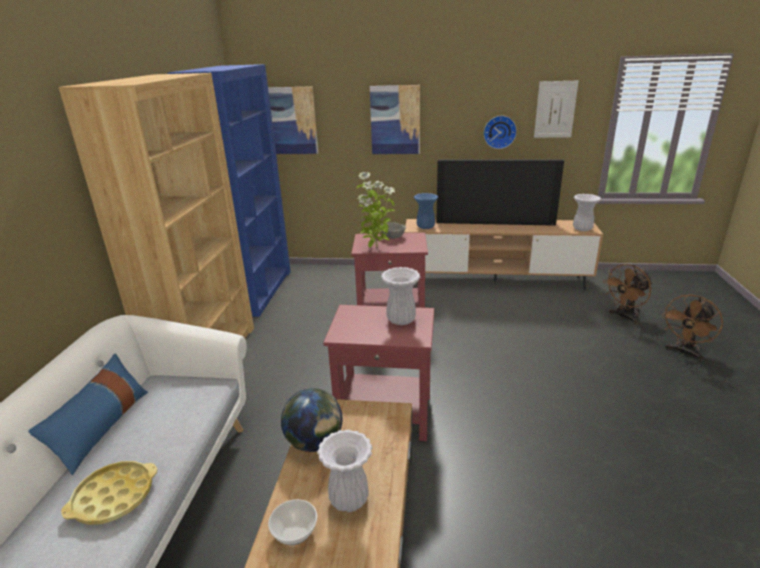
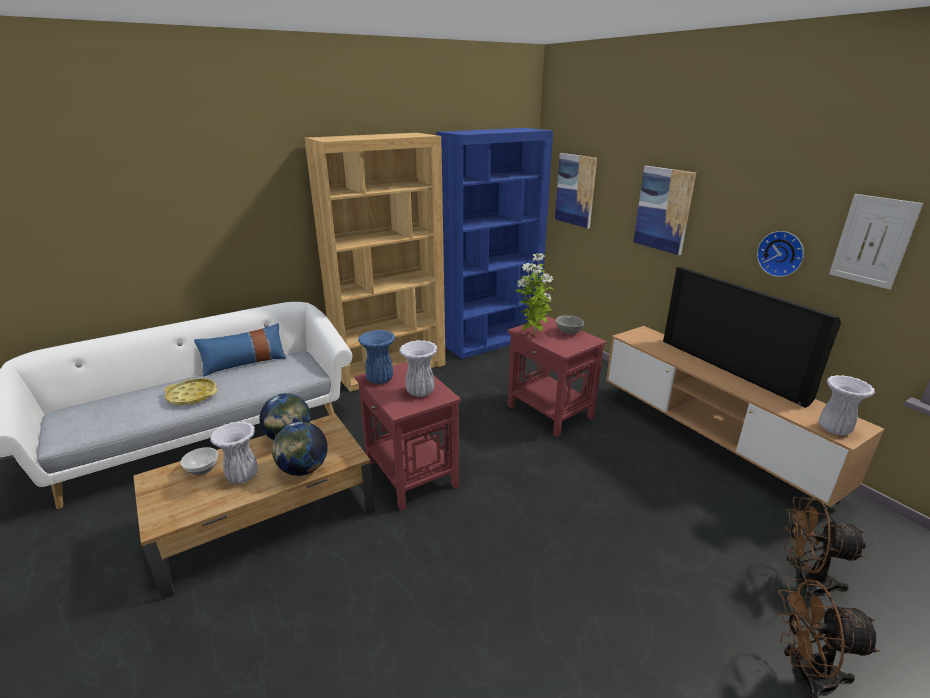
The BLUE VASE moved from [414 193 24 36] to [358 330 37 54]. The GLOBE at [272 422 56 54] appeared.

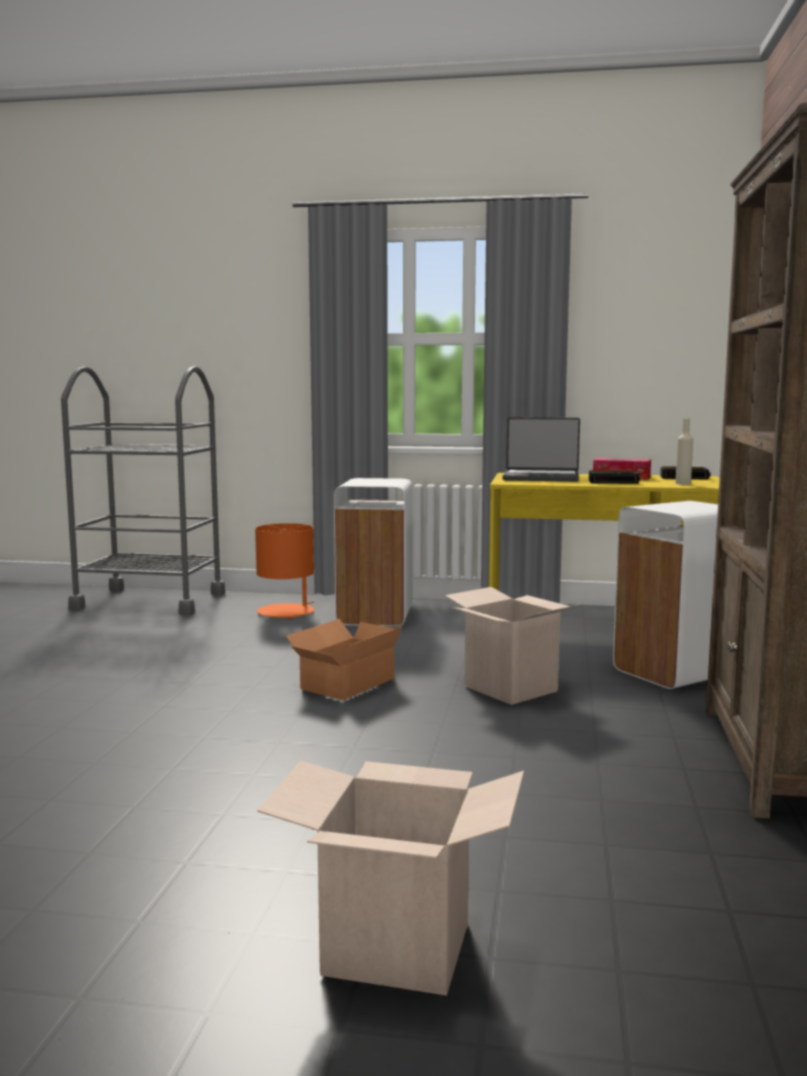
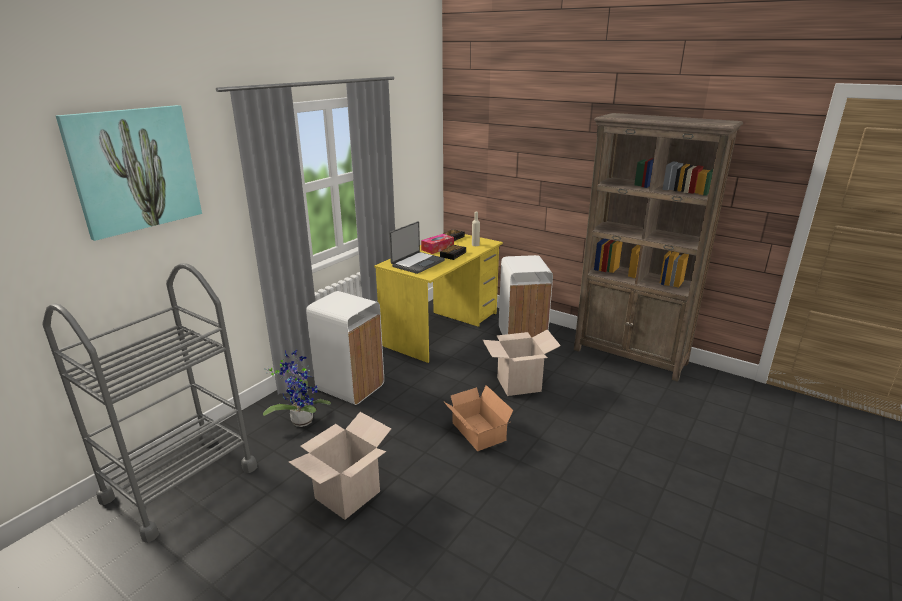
The ORANGE TABLE LAMP at [255 523 59 96] was replaced by the POTTED PLANT at [263 349 68 78]. The CARDBOARD BOX moved from [257 760 267 236] to [289 412 102 108]. The PICTURE at [56 105 146 136] appeared.

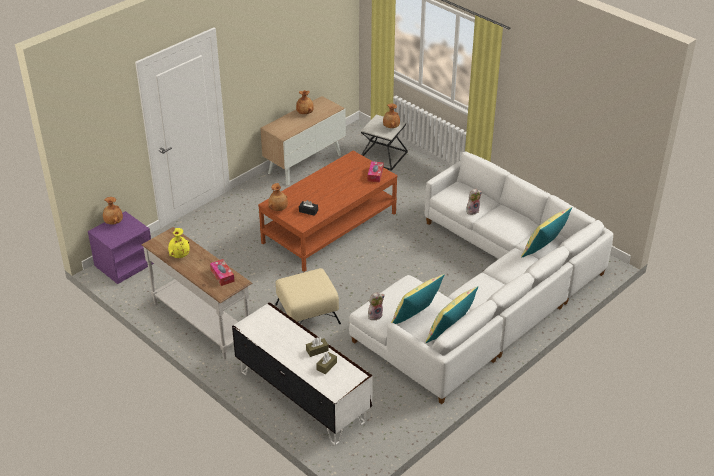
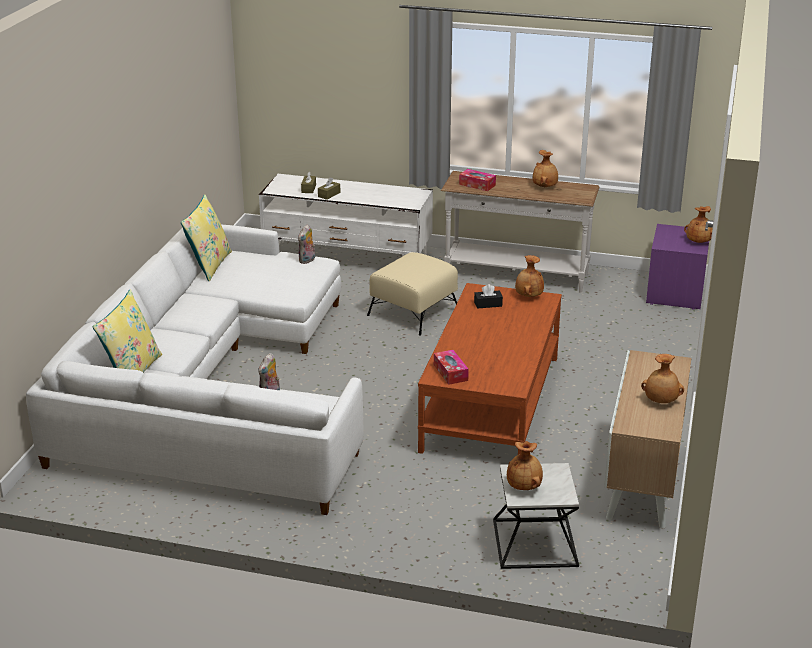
The YELLOW VASE at [168 228 22 30] became the BROWN VASE at [533 150 25 37]. The YELLOW PILLOW at [391 274 53 50] disappeared.

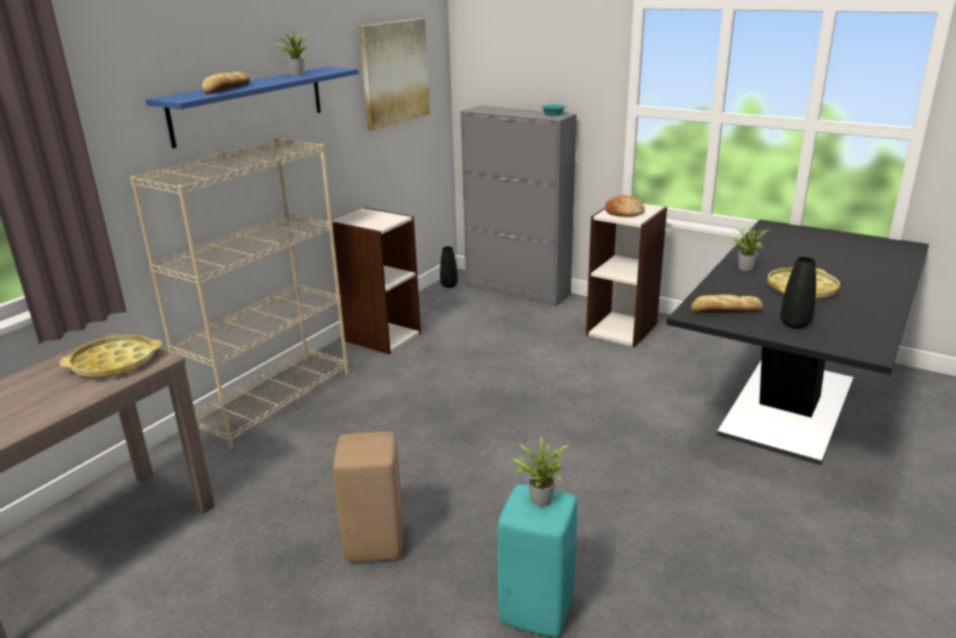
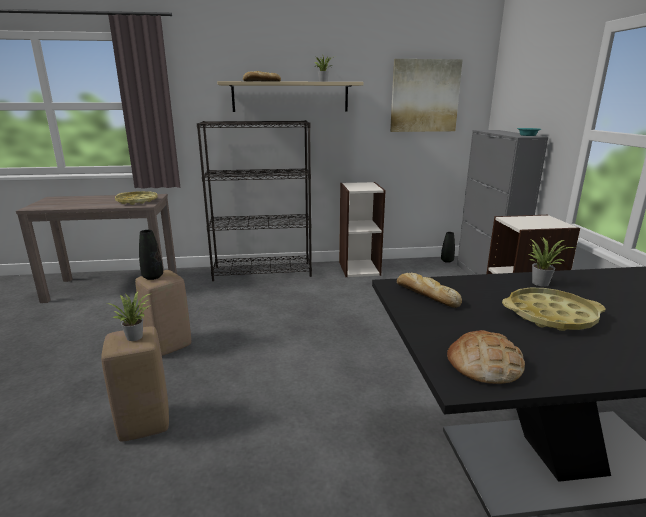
The BEIGE BOOKCASE at [130 138 219 311] became the BLACK BOOKCASE at [197 120 115 161]. The BLUE SHELF at [146 67 213 81] became the BEIGE SHELF at [217 81 147 31]. The TURQUOISE STOOL at [497 484 80 153] became the BEIGE STOOL at [101 327 68 114]. The BREAD moved from [605 195 40 22] to [447 330 78 54]. The BLACK VASE moved from [780 257 36 72] to [139 230 24 50].

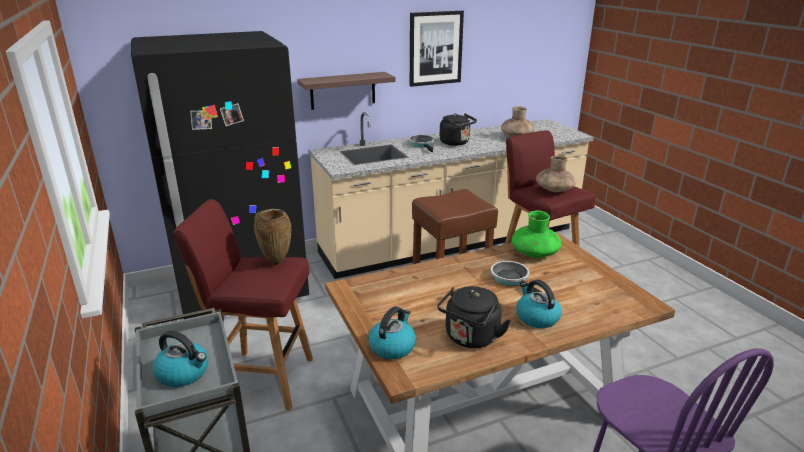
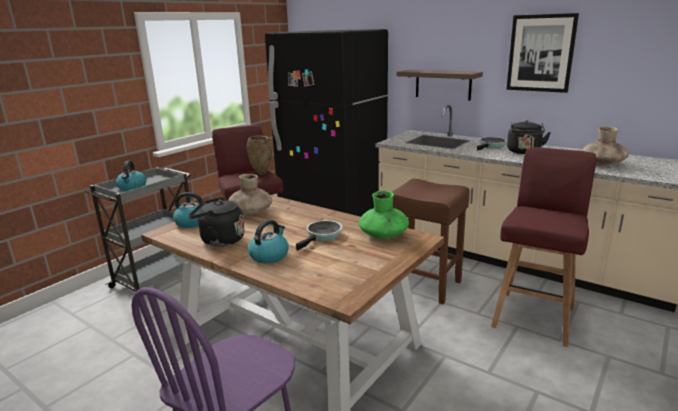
The BROWN VASE moved from [536 156 40 36] to [228 174 44 41].

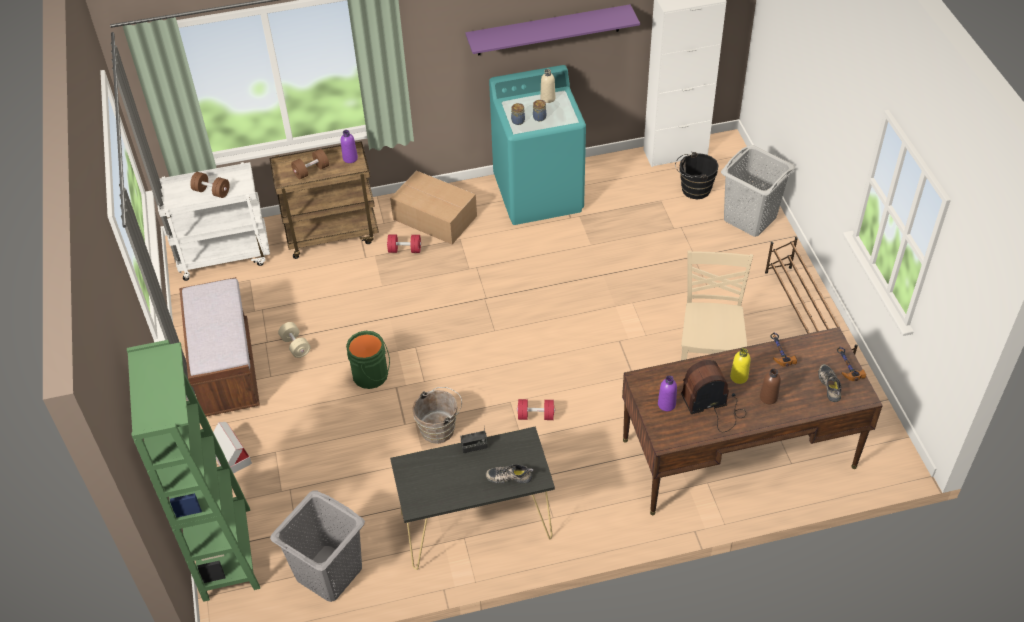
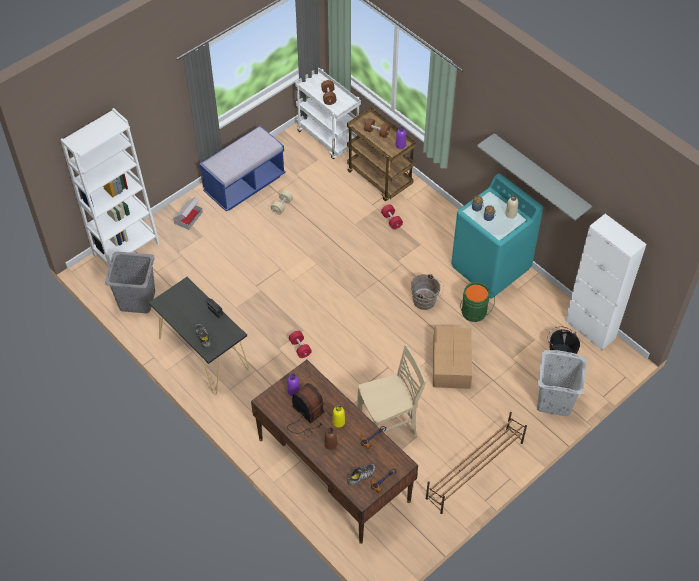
The GREEN BOOKCASE at [127 340 133 262] became the WHITE BOOKCASE at [60 108 100 158]. The BROWN BENCH at [179 277 81 140] became the BLUE BENCH at [199 126 87 86]. The GREEN BUCKET moved from [346 331 44 58] to [460 282 35 40]. The CARDBOARD BOX moved from [390 170 87 74] to [433 326 39 63]. The BROWN BUCKET moved from [412 387 50 57] to [411 274 33 36]. The PURPLE SHELF at [465 4 175 52] became the GREY SHELF at [477 133 115 88].

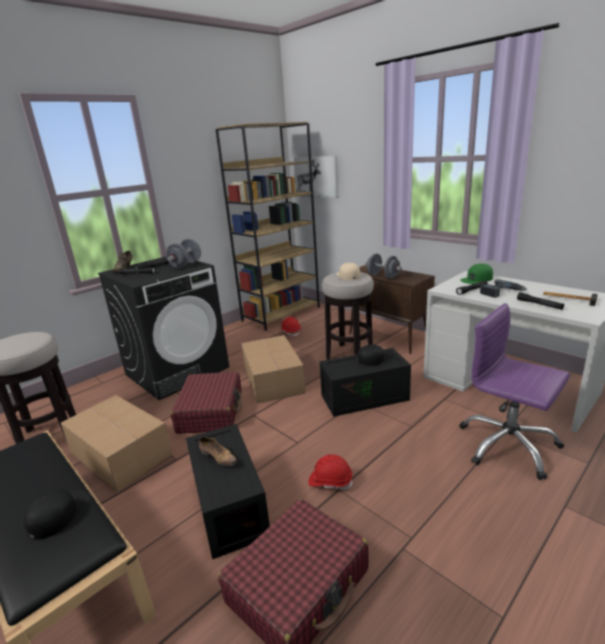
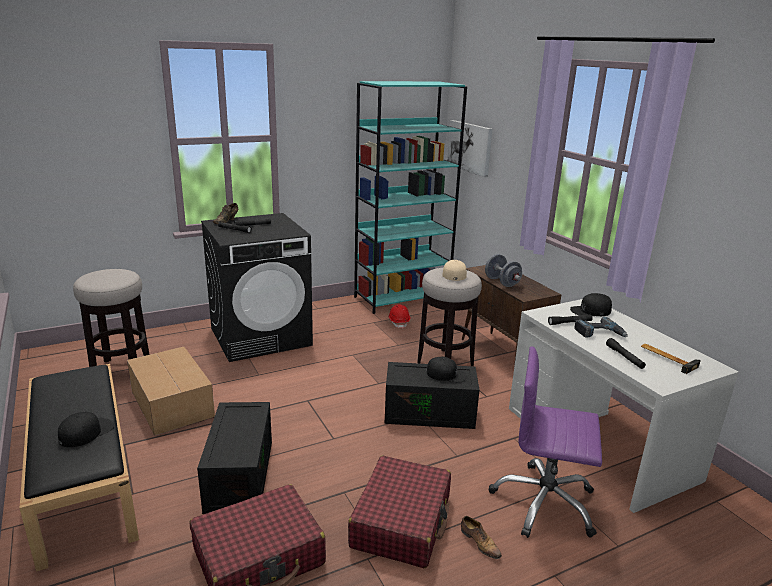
The GREY DUMBBELL at [166 239 35 29] disappeared. The RED SUITCASE moved from [171 371 71 63] to [348 456 103 112]. The SHOE moved from [199 437 39 29] to [461 516 41 43]. The BROWN BOOKCASE at [215 122 105 209] became the TURQUOISE BOOKCASE at [354 81 113 233]. The CARDBOARD BOX at [241 335 65 69] disappeared. The RED HARD HAT at [308 454 45 36] disappeared. The PURPLE OFFICE CHAIR at [459 303 111 177] turned 45 degrees counterclockwise. The GREEN CAP at [460 264 33 20] became the BLACK CAP at [570 293 42 23].

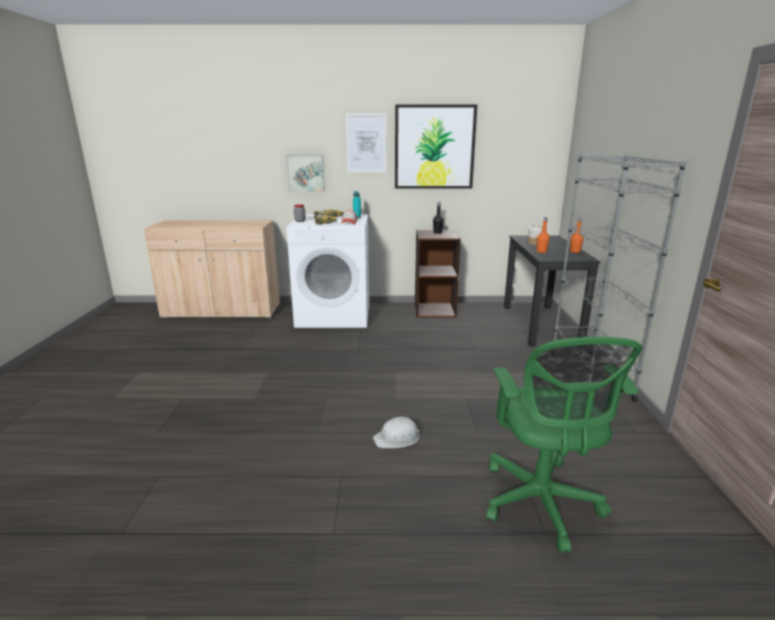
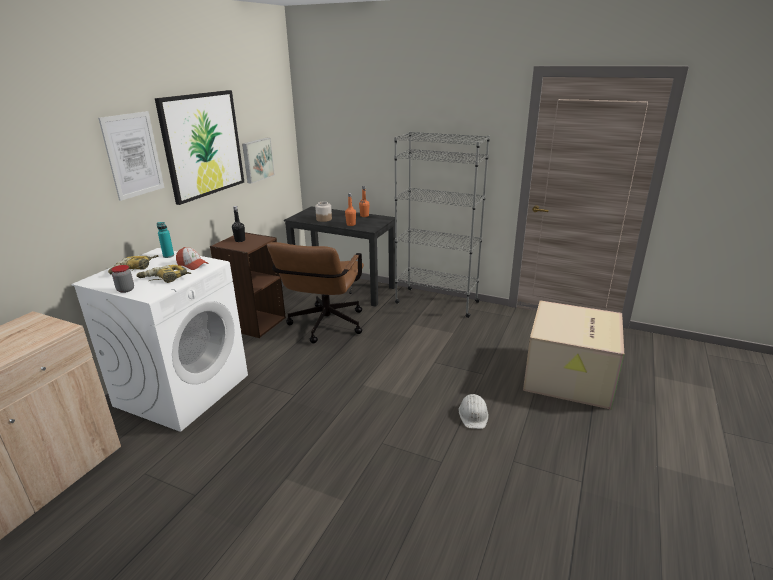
The PICTURE moved from [286 155 39 37] to [242 138 33 46]. The GREEN OFFICE CHAIR at [486 337 157 216] was replaced by the CARDBOARD BOX at [523 301 101 109]. The BROWN OFFICE CHAIR at [267 242 97 101] appeared.

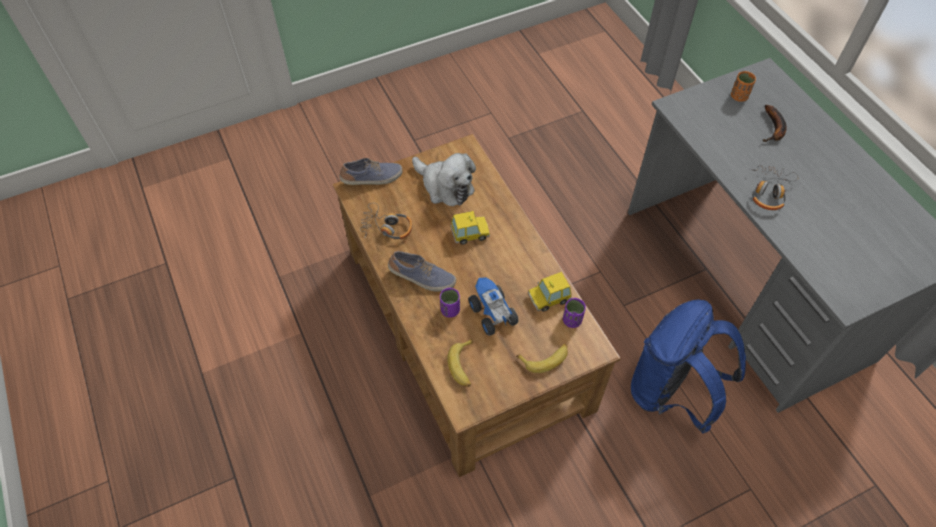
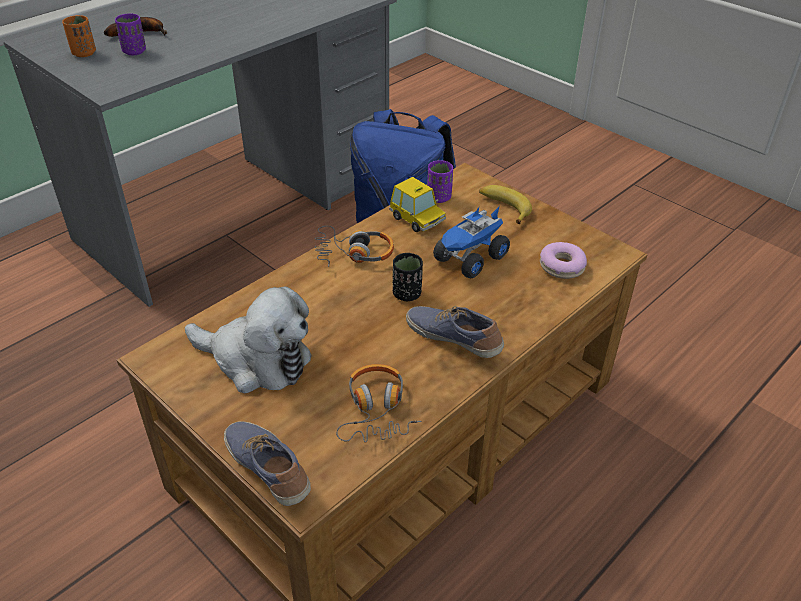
The SHOE at [388 251 68 41] turned 45 degrees counterclockwise. The PLUSH TOY at [412 153 64 53] turned 90 degrees clockwise. The PURPLE CUP moved from [440 288 20 30] to [115 13 31 42]. The BANANA at [447 339 26 48] was replaced by the DONUT at [540 242 47 37]. The TOY CAR at [451 211 39 34] disappeared. The HEADPHONES moved from [750 165 48 45] to [314 226 80 41]. The BLACK CUP at [393 253 30 48] appeared.

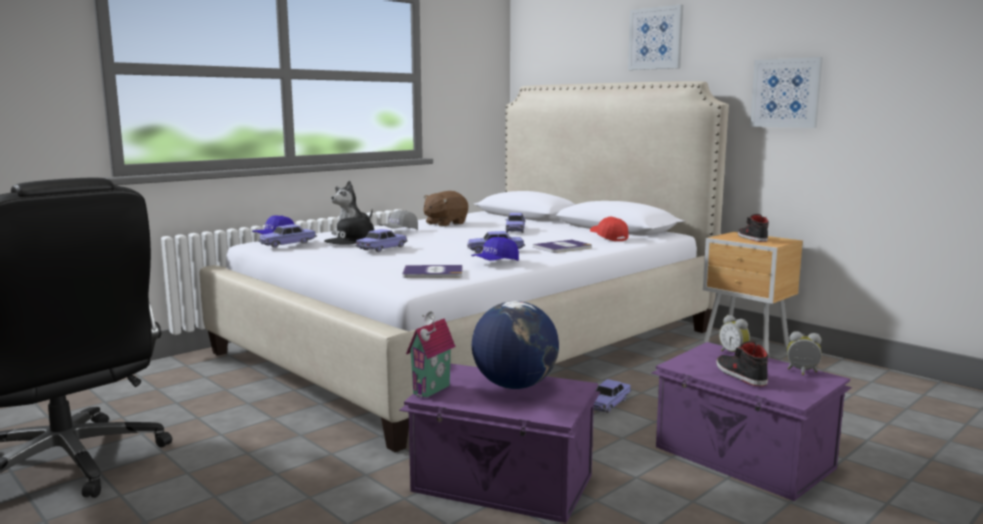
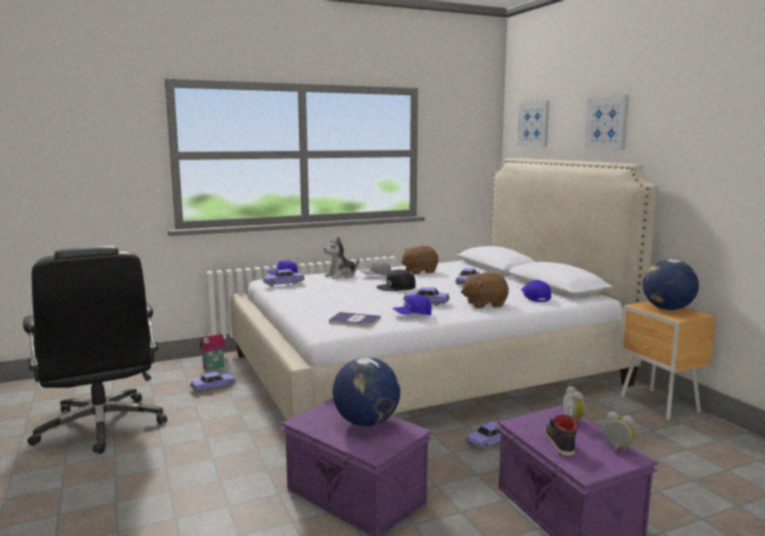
The BLACK CAP moved from [324 217 50 28] to [377 269 39 22]. The TOY CAR moved from [354 229 54 23] to [190 372 46 20]. The TOY HOUSE moved from [406 311 50 87] to [200 330 26 41]. The BOOK at [533 240 59 13] was replaced by the BROWN PLUSH TOY at [461 273 48 35]. The RED CAP at [590 216 38 26] became the BLUE CAP at [521 280 30 22]. The BLACK SHOE at [738 214 31 28] was replaced by the GLOBE at [643 259 56 51]. The PICTURE moved from [750 57 73 71] to [517 100 33 48].

